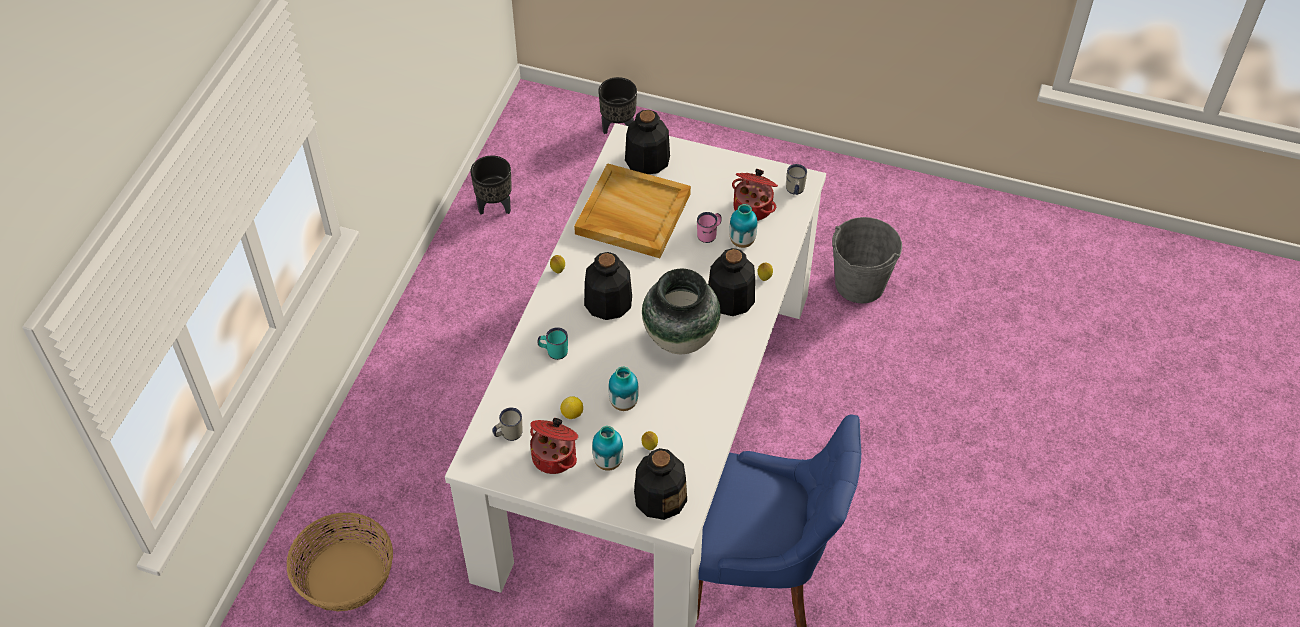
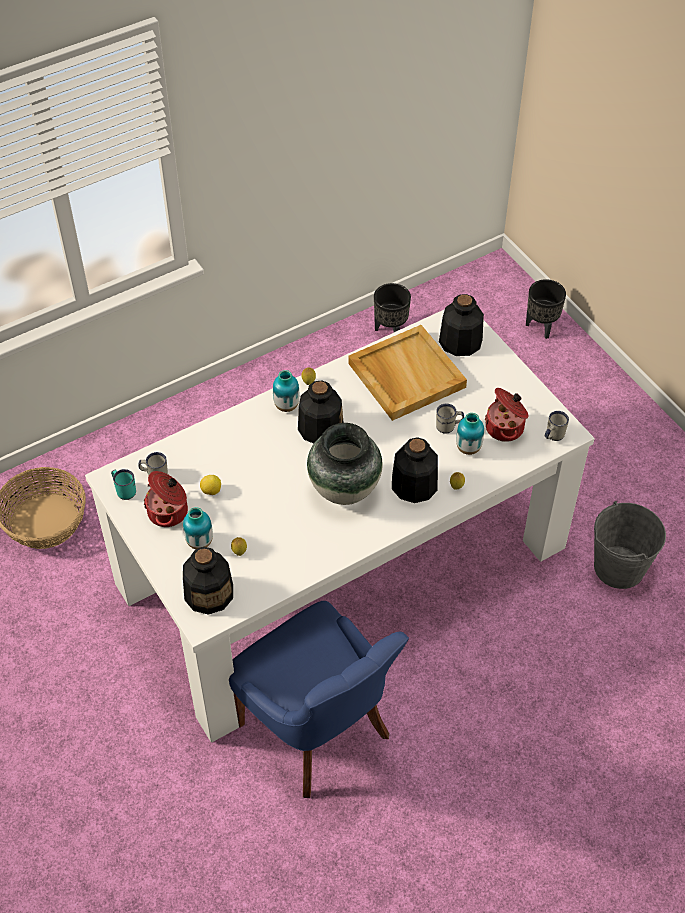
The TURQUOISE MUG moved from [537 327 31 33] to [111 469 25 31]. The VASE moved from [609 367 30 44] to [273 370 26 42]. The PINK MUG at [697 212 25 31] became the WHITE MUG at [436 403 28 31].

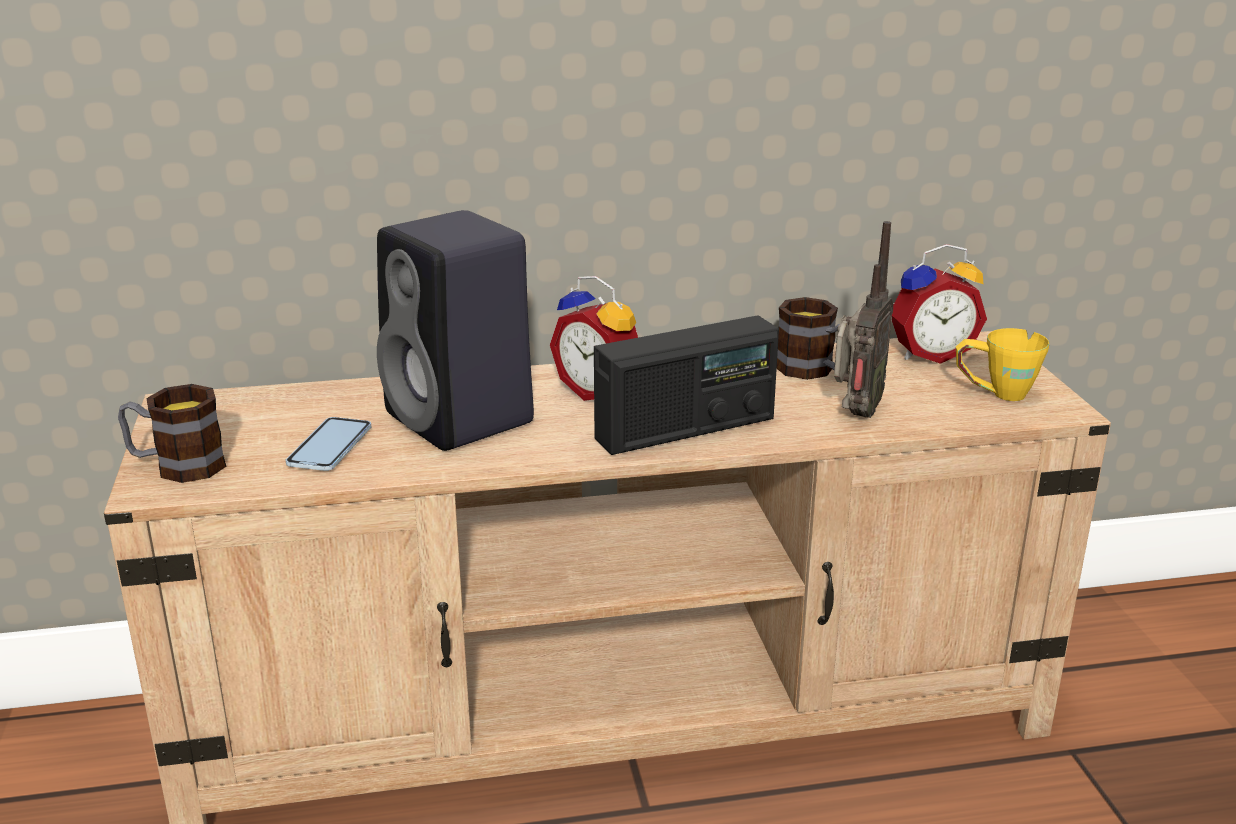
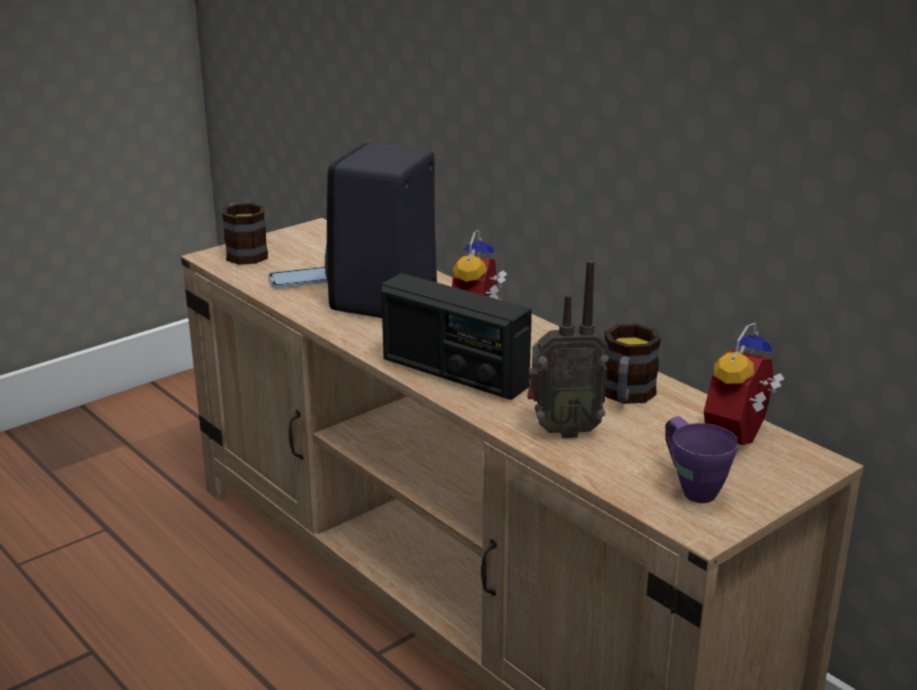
The ALARM CLOCK at [892 244 95 120] turned 75 degrees clockwise. The YELLOW MUG at [956 328 93 73] became the PURPLE MUG at [665 416 73 87].

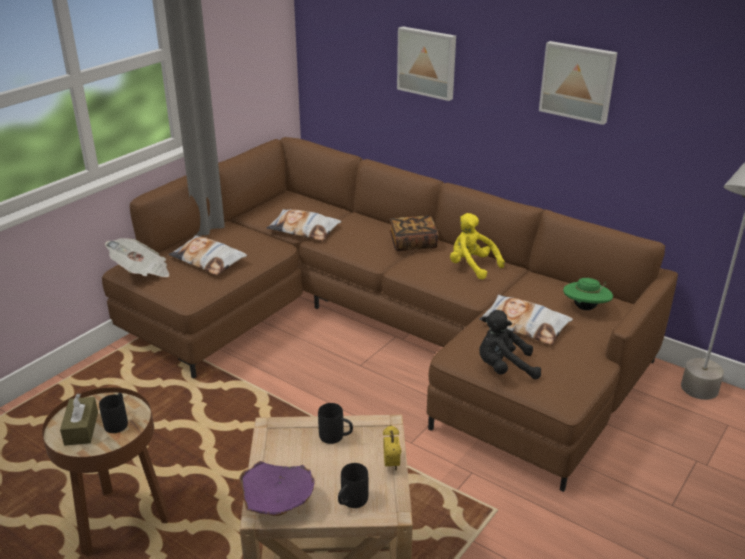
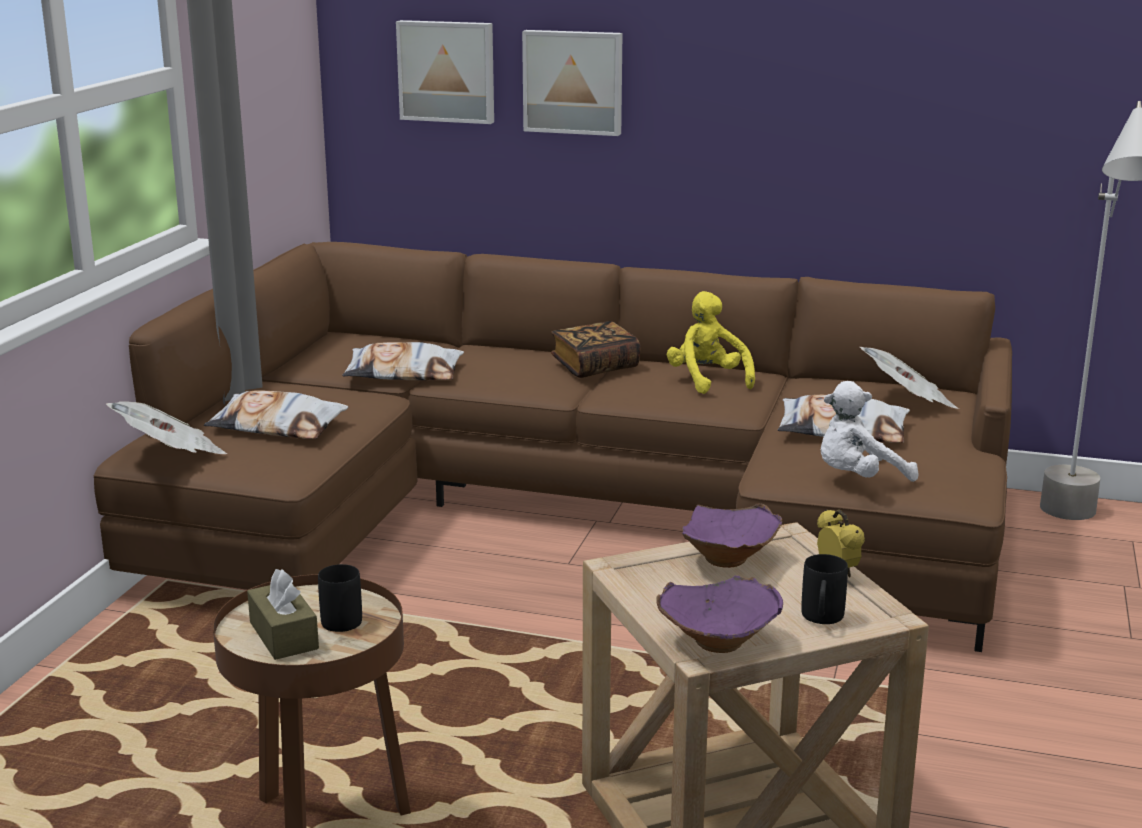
The BLACK MUG at [318 403 35 41] was replaced by the PURPLE BOWL at [682 503 100 65]. The YELLOW PLUSH TOY at [450 213 55 66] turned 45 degrees clockwise. The BLACK PLUSH TOY at [479 310 62 69] became the WHITE PLUSH TOY at [820 381 99 101]. The PICTURE moved from [539 41 79 84] to [396 20 98 104]. The GREEN HAT at [563 278 50 32] was replaced by the NEWSPAPER at [860 347 99 62].

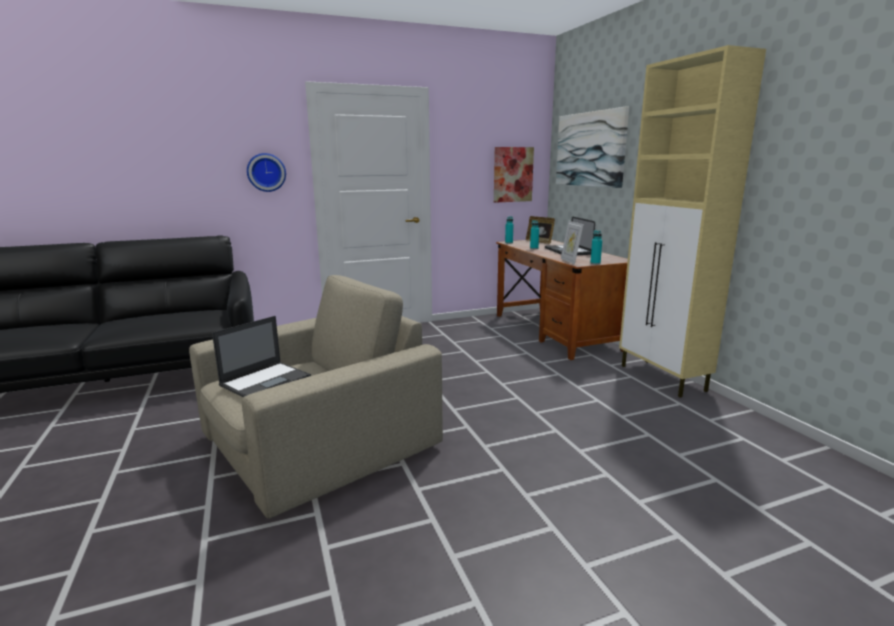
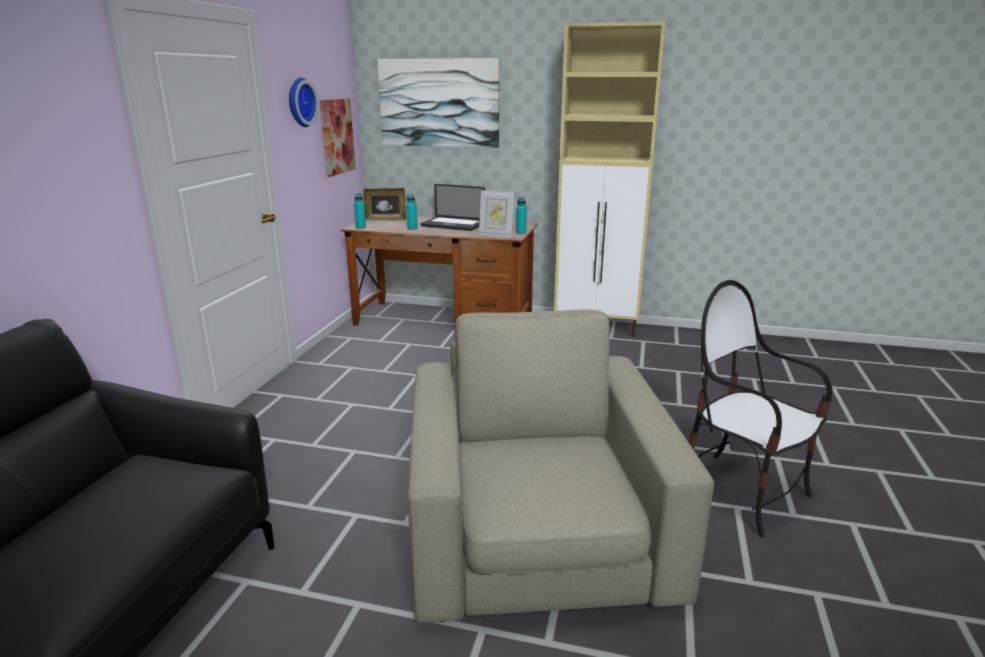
The LAPTOP at [212 316 99 81] disappeared. The WALL CLOCK moved from [247 153 39 39] to [289 77 29 50]. The CHAIR at [689 280 144 257] appeared.

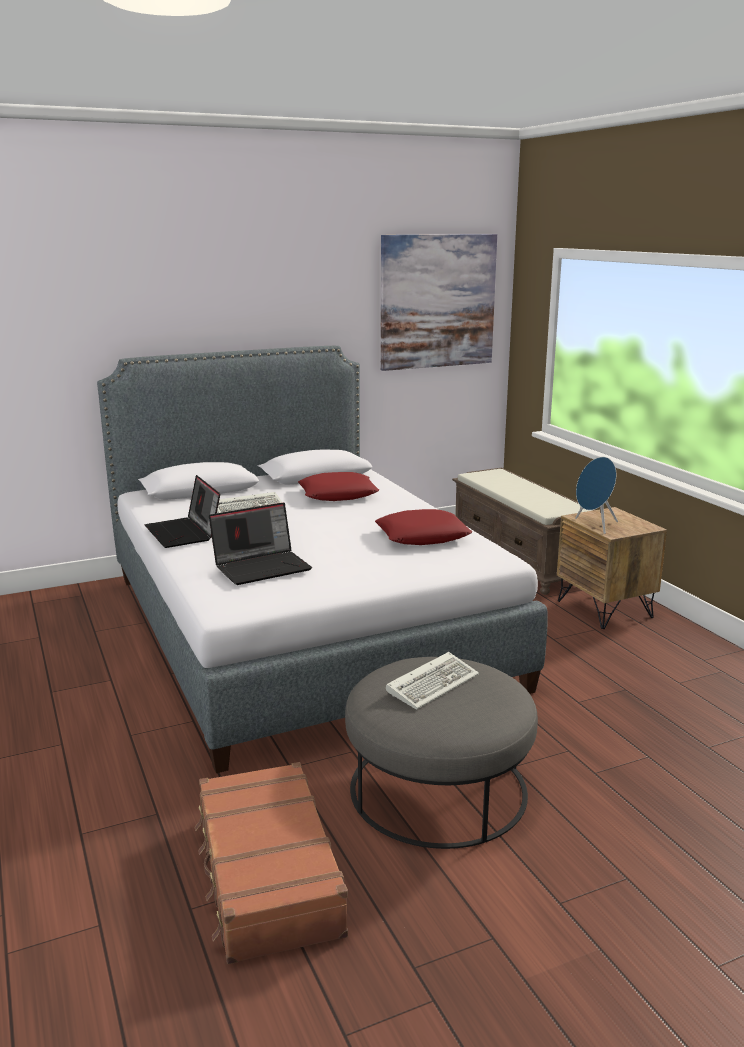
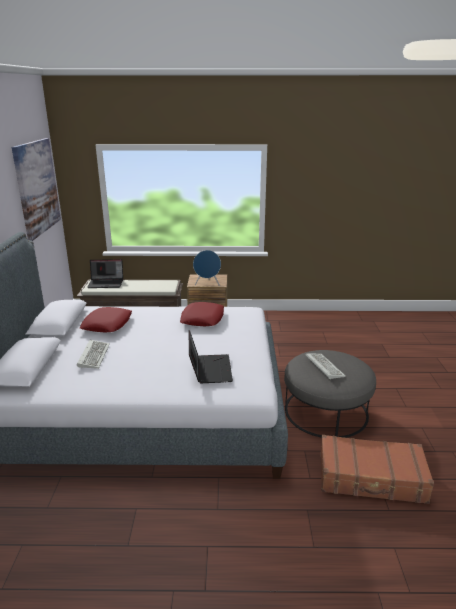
The LAPTOP moved from [145 475 75 73] to [87 259 36 29].

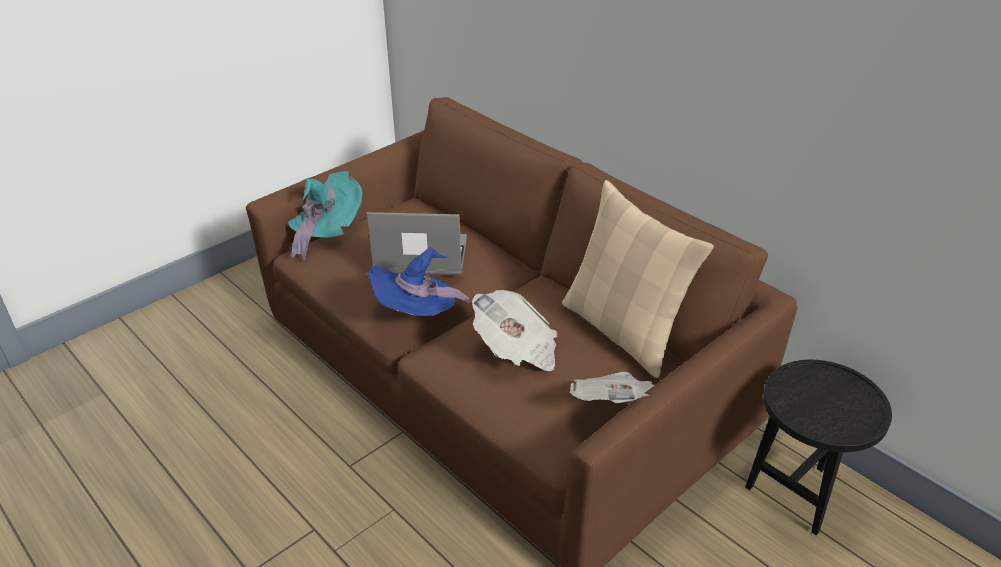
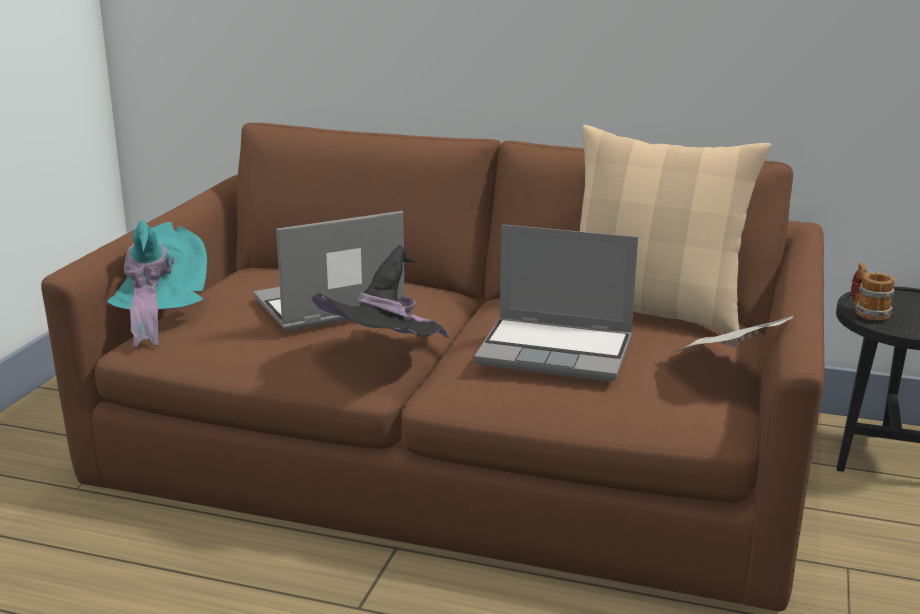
The BLUE HAT at [366 247 107 69] became the BLACK HAT at [311 245 139 93]. The NEWSPAPER at [472 290 85 81] was replaced by the LAPTOP at [474 224 164 157]. The MUG at [851 263 44 57] appeared.

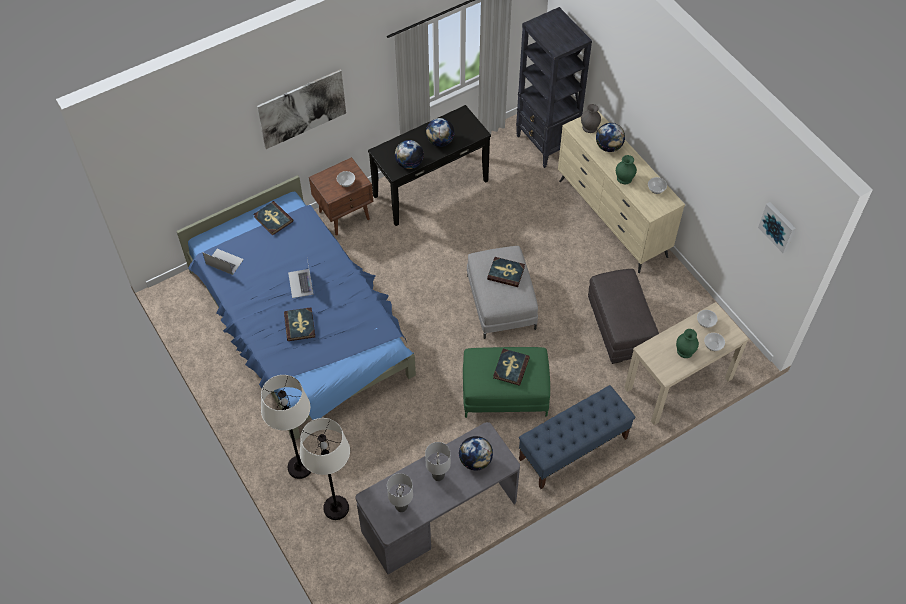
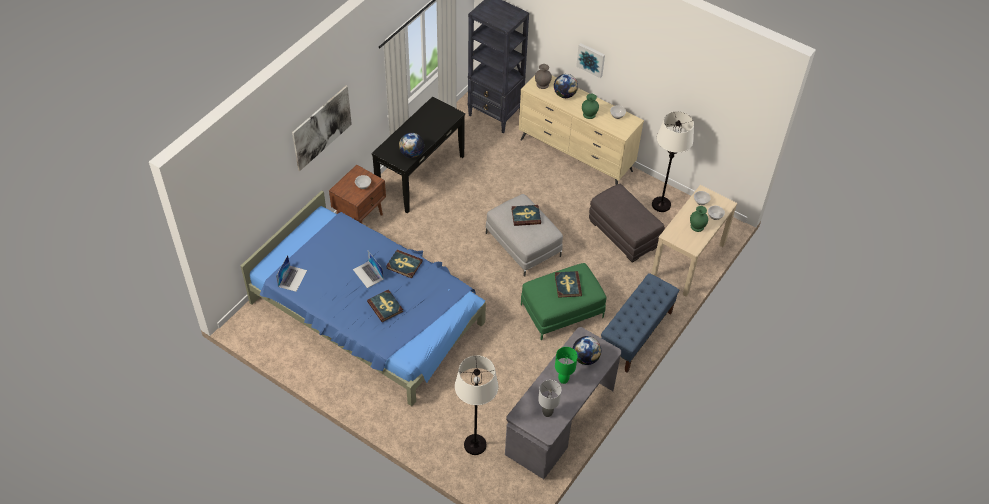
The LAPTOP at [202 249 42 26] turned 105 degrees clockwise. The BOOK moved from [253 201 40 34] to [386 250 37 28]. The WHITE FLOOR LAMP moved from [261 375 50 104] to [652 111 42 101]. The GREY TABLE LAMP at [425 442 26 39] became the GREEN TABLE LAMP at [555 347 23 37]. The GLOBE at [426 118 28 29] disappeared. The PICTURE moved from [758 202 38 51] to [576 43 29 35].

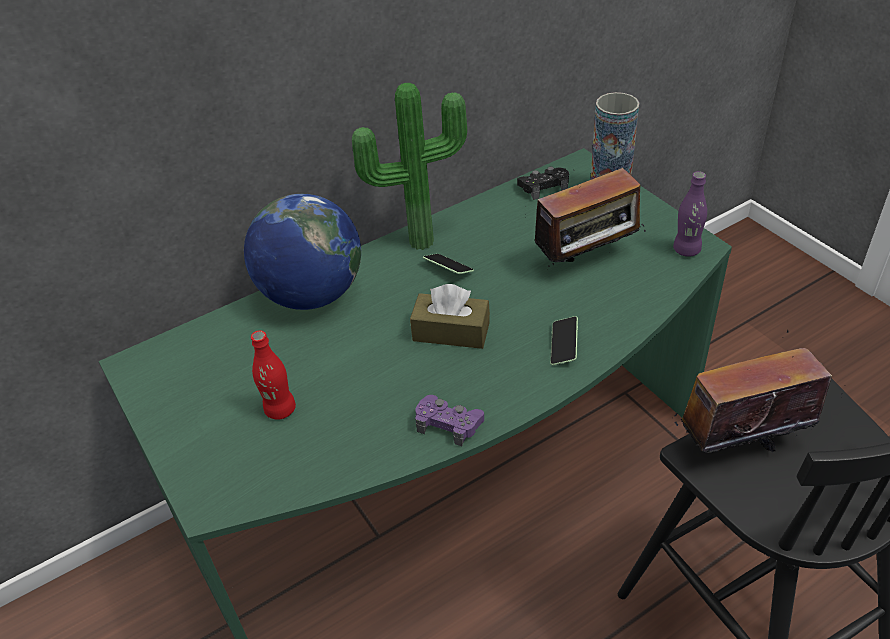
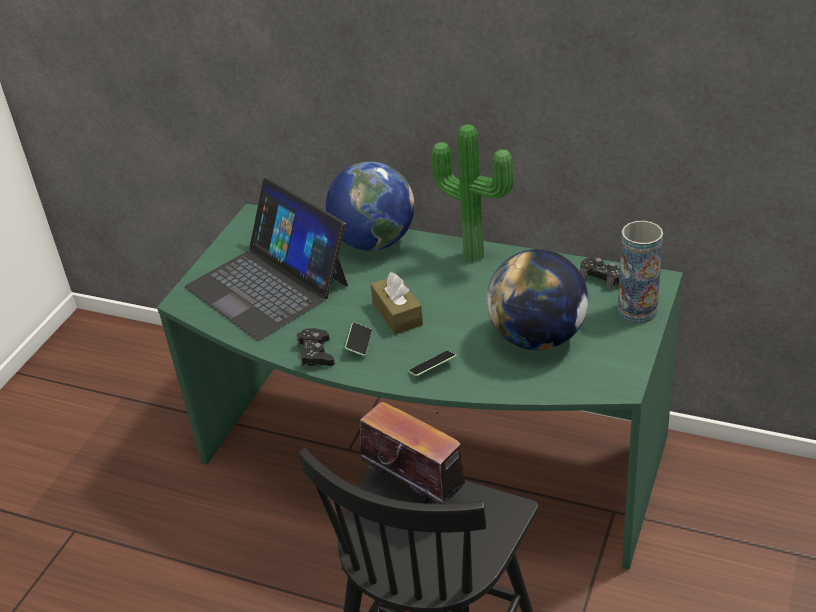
The RED BOTTLE at [251 331 45 89] was replaced by the LAPTOP at [185 178 163 162]. The PURPLE GAME CONTROLLER at [415 395 69 51] became the BLACK GAME CONTROLLER at [296 328 39 39]. The PHONE moved from [423 254 51 20] to [345 322 27 34]. The RADIO at [525 168 121 97] was replaced by the GLOBE at [487 249 101 101]. The PURPLE BOTTLE at [673 171 34 86] disappeared.

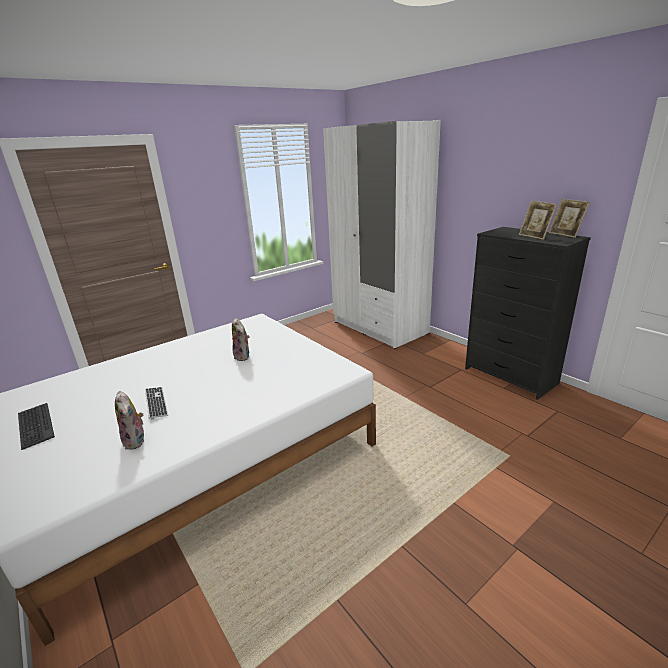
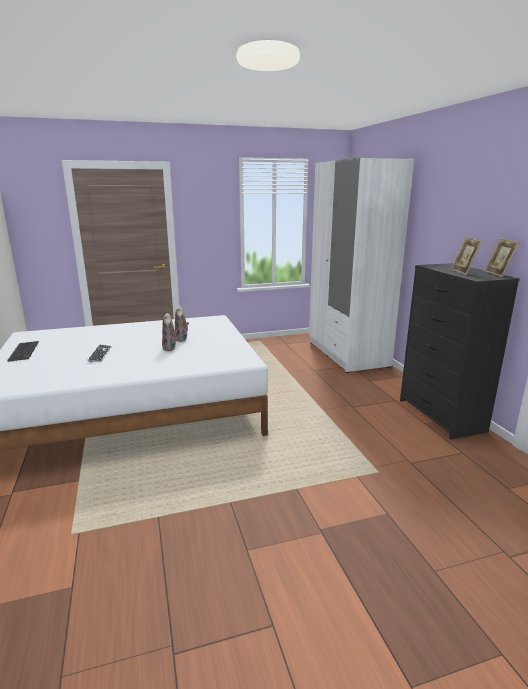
The PLUSH TOY moved from [115 391 29 59] to [162 313 16 38].

